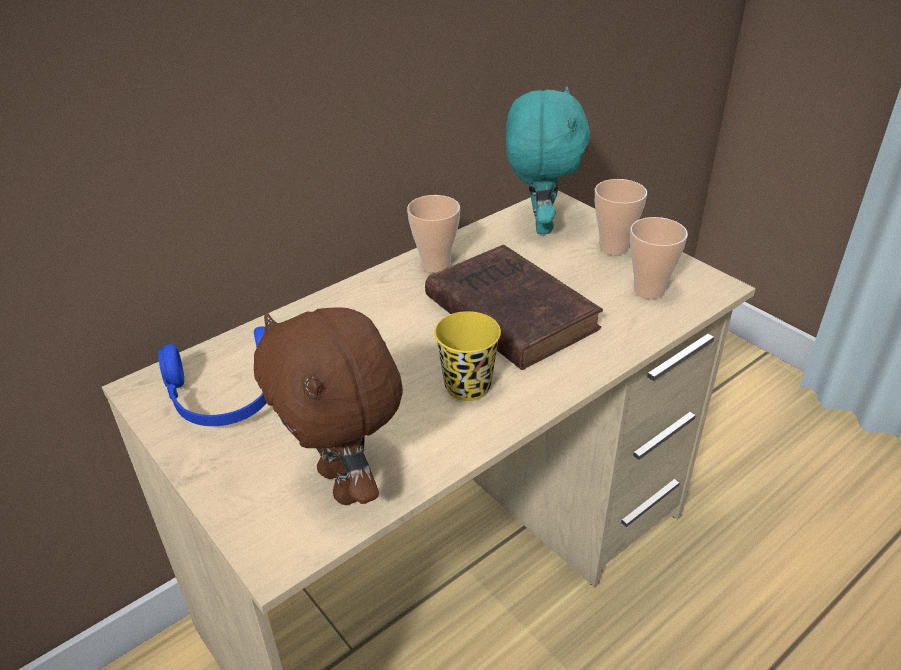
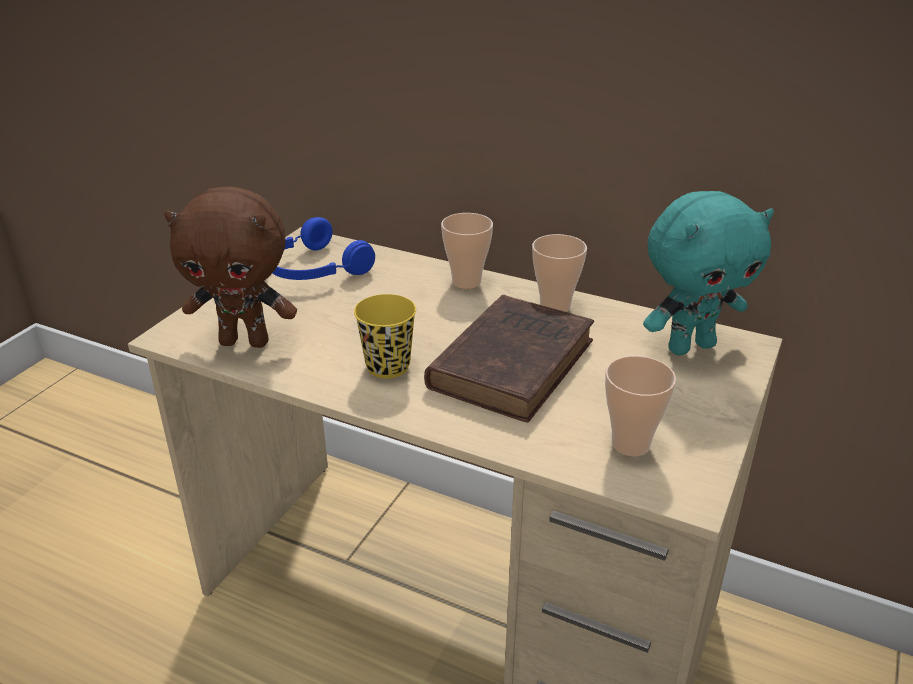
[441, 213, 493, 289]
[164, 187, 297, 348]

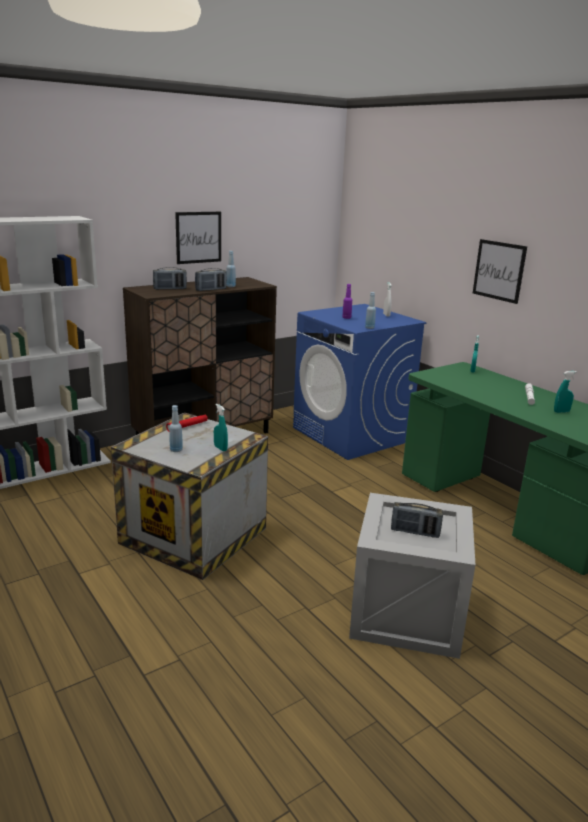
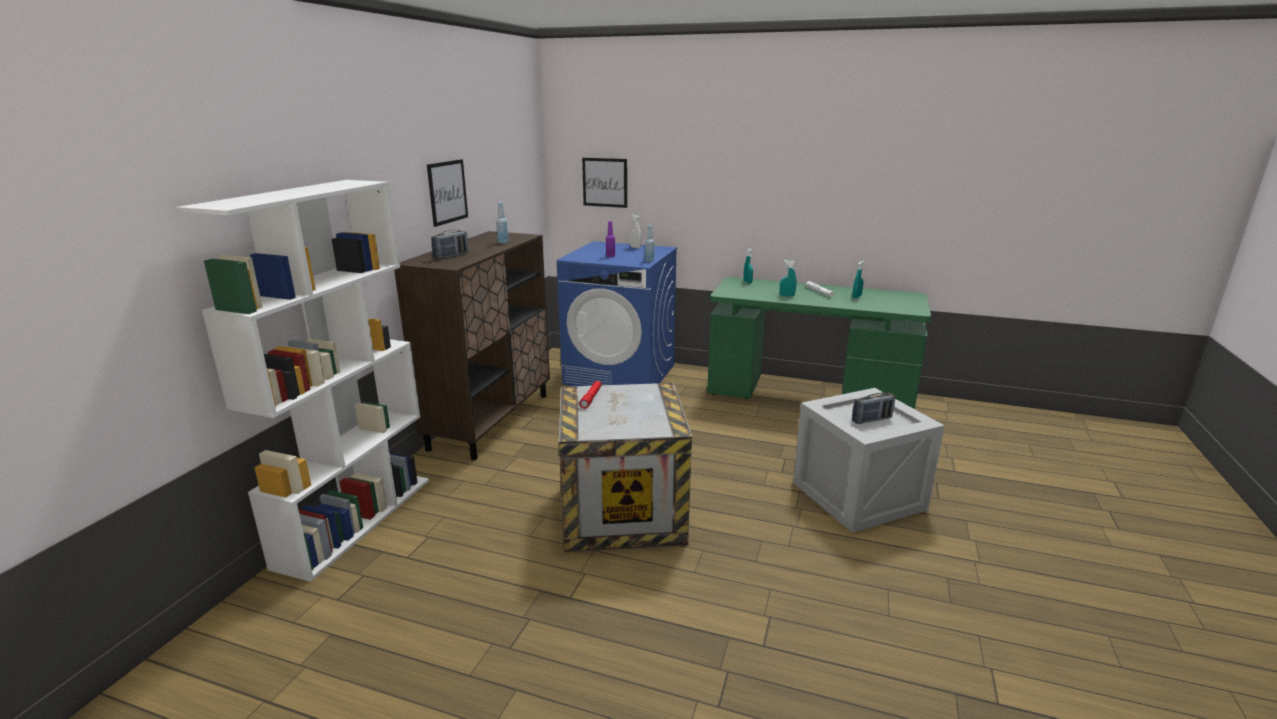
[582, 158, 627, 208]
[195, 268, 227, 291] (first image)
[780, 260, 797, 297]
[169, 405, 183, 452] (first image)

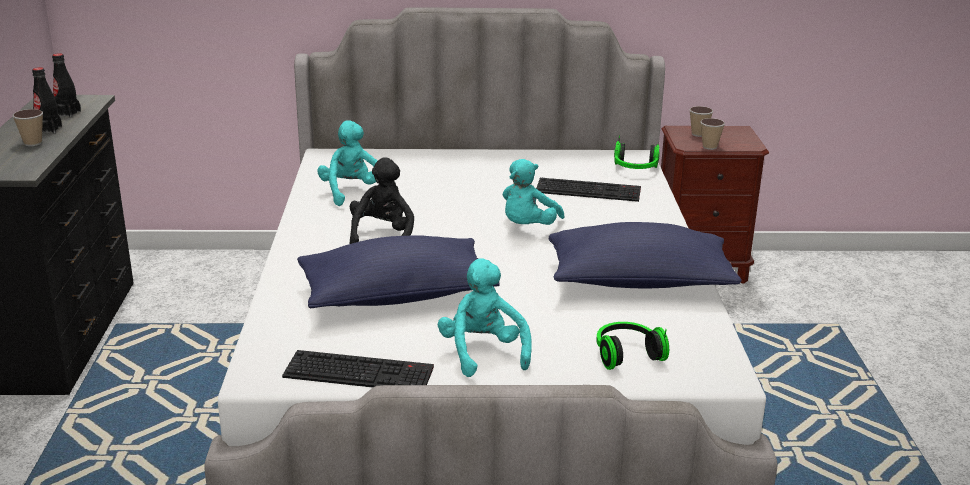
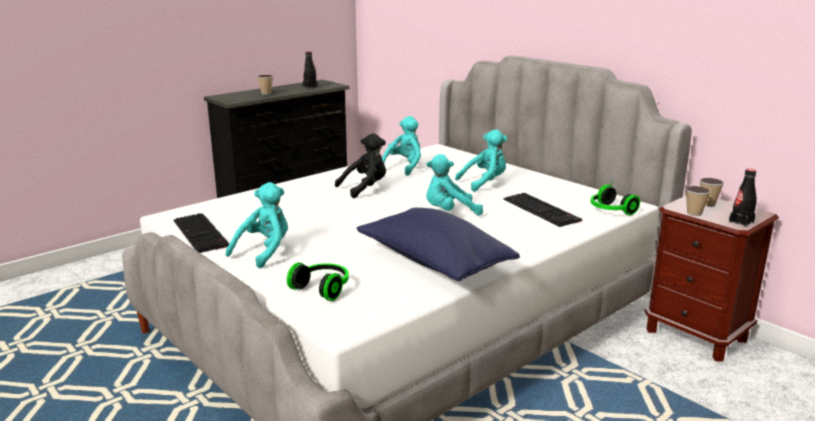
[729, 169, 757, 227]
[297, 235, 500, 308] (first image)
[455, 130, 507, 192]

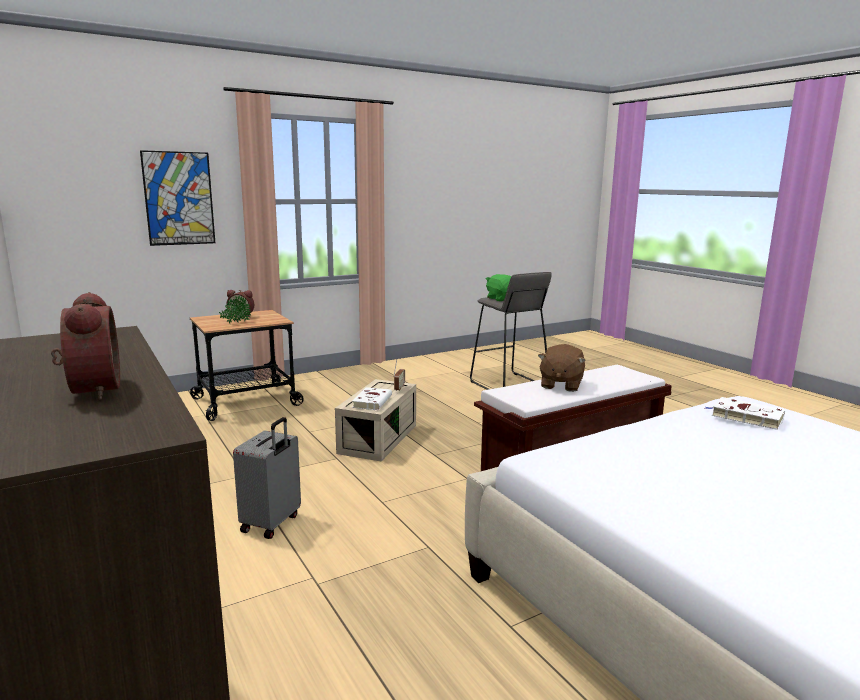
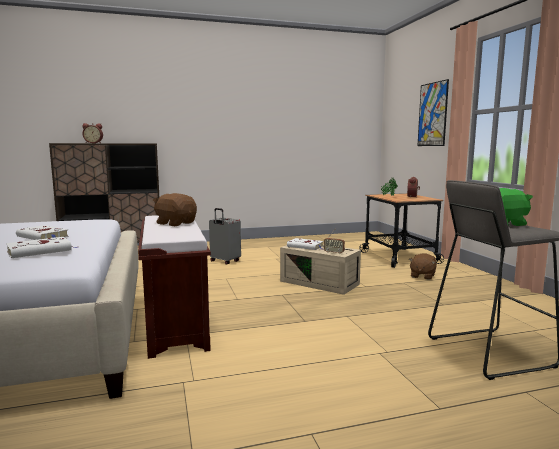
[16, 225, 69, 240]
[409, 253, 437, 280]

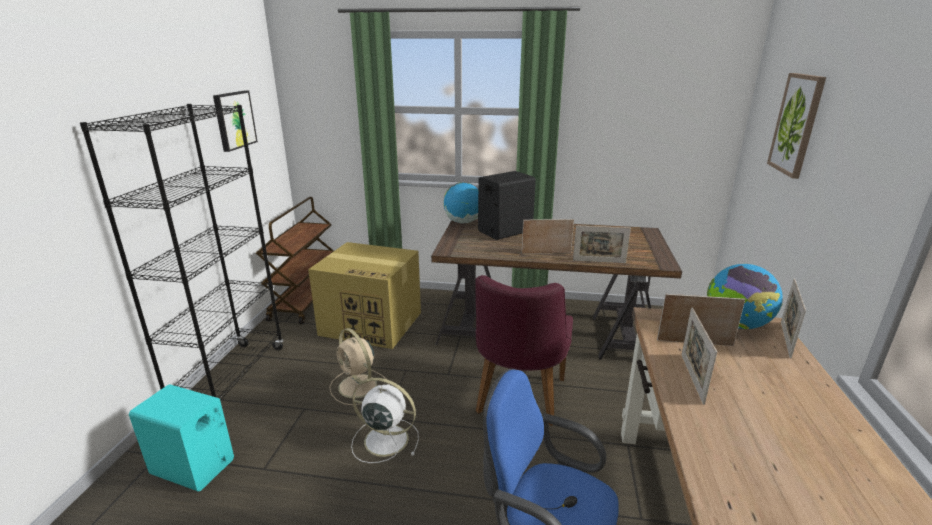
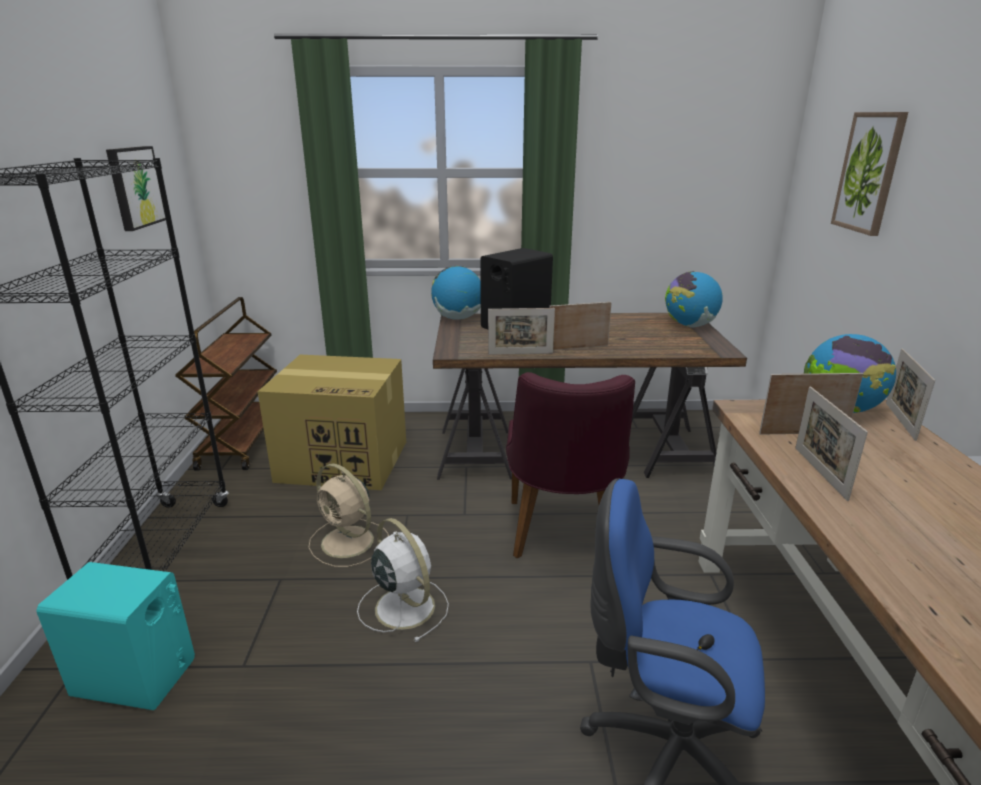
[488, 308, 555, 355]
[357, 518, 449, 642]
[665, 271, 723, 327]

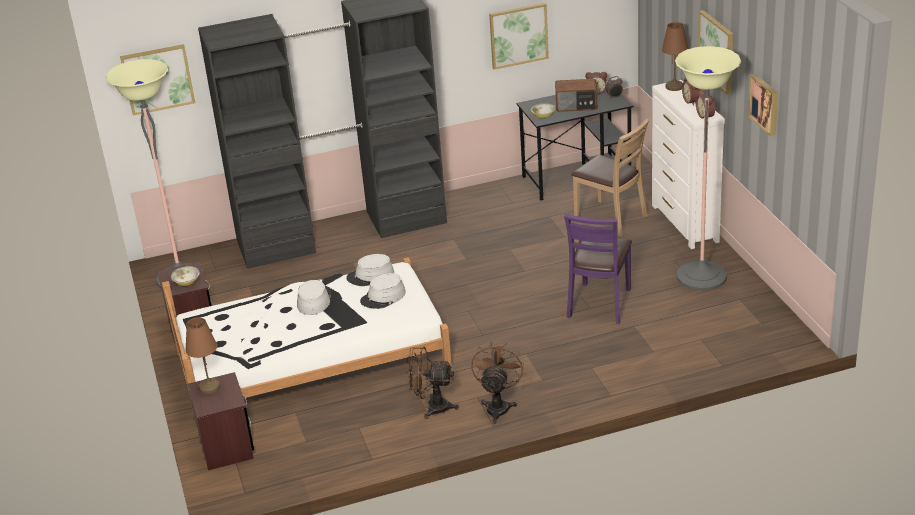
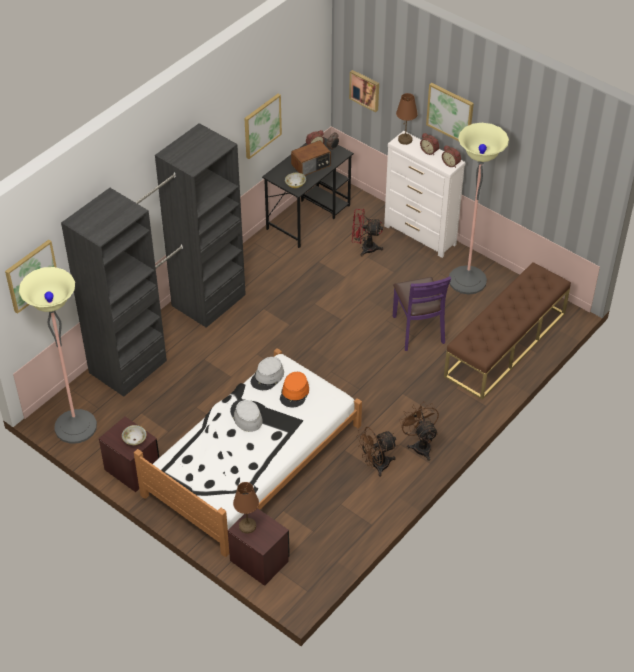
[349, 70, 379, 112]
[352, 209, 383, 256]
[280, 372, 309, 407]
[444, 262, 571, 400]

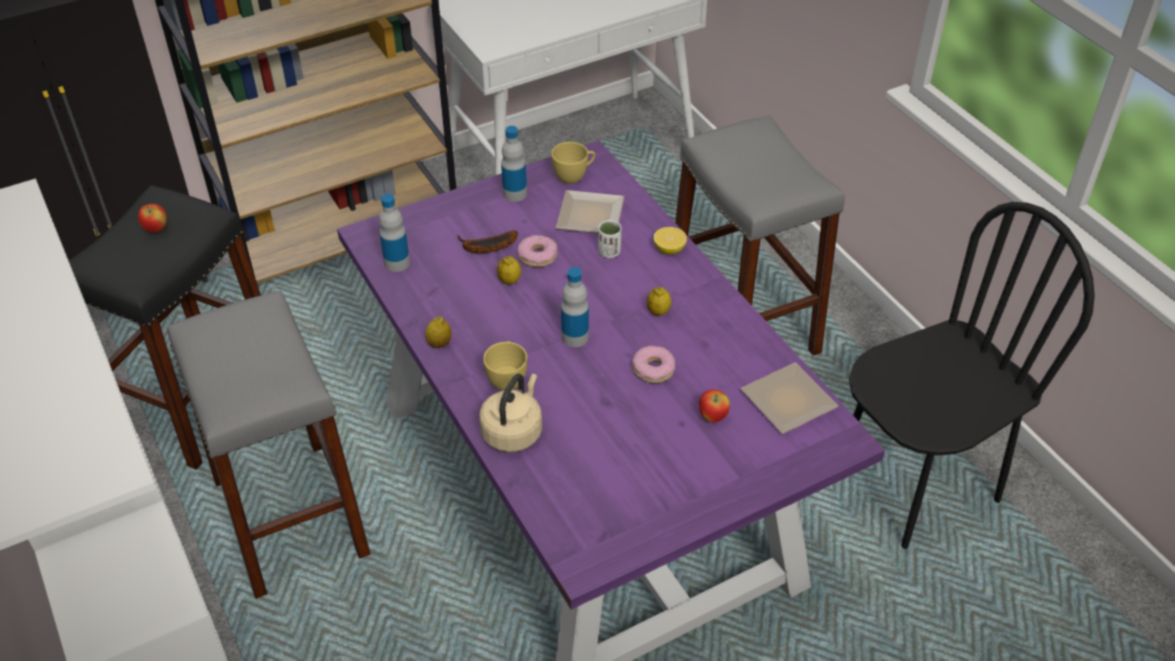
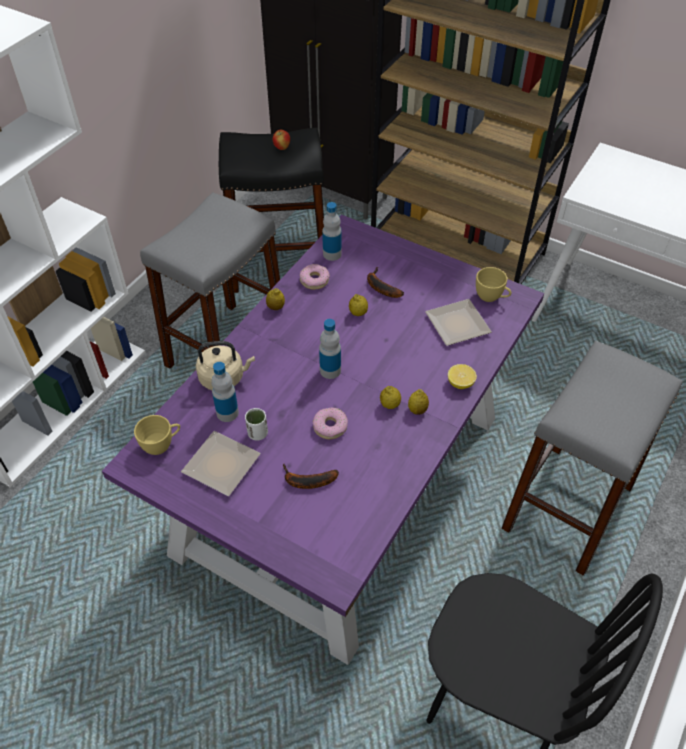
[211, 362, 239, 422]
[245, 408, 268, 441]
[300, 264, 330, 290]
[134, 415, 180, 455]
[181, 431, 261, 496]
[283, 463, 339, 489]
[408, 389, 429, 415]

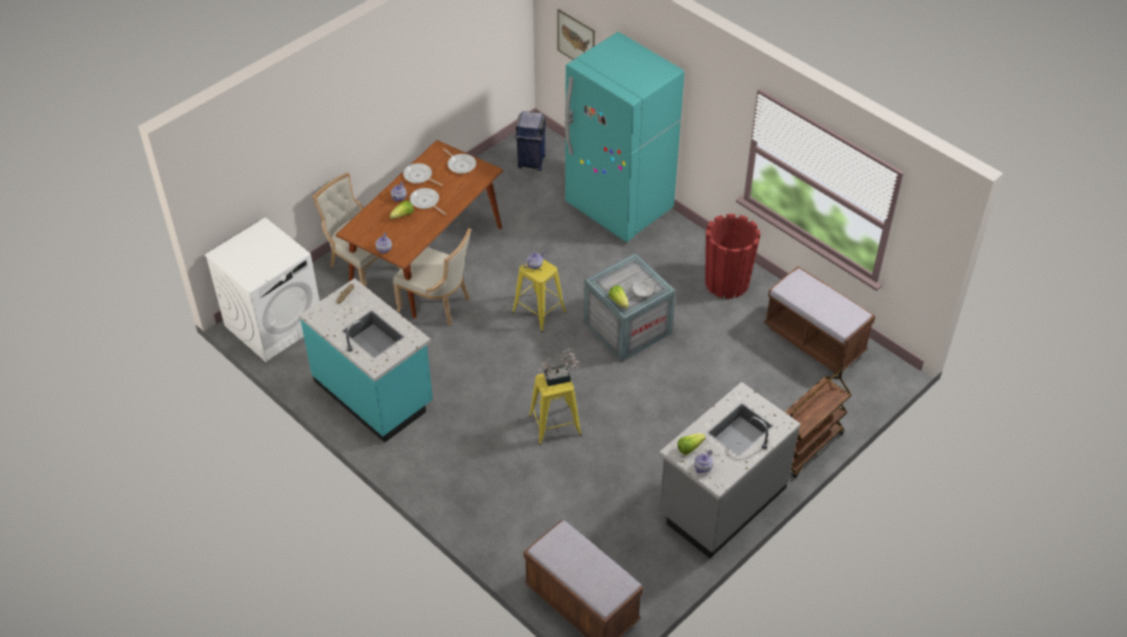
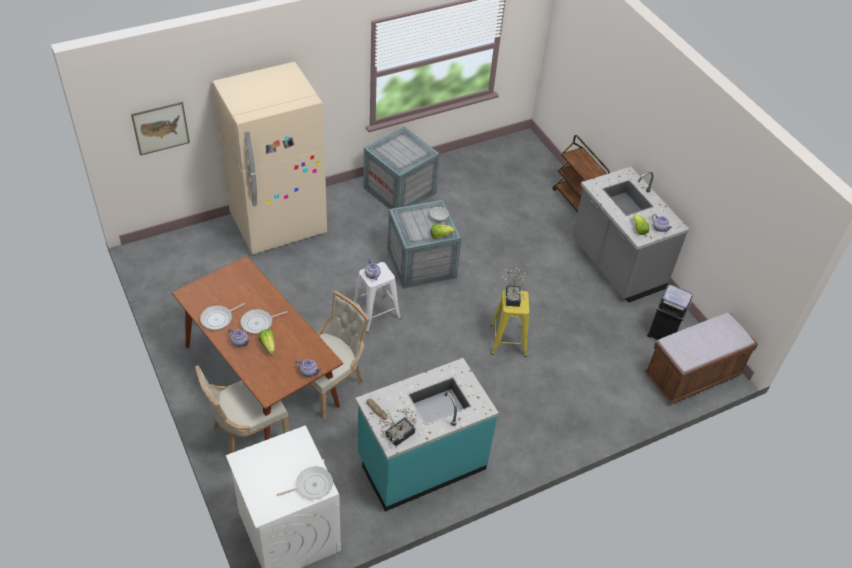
[212, 62, 327, 255]
[647, 285, 693, 340]
[276, 466, 333, 499]
[364, 127, 440, 209]
[354, 262, 401, 332]
[764, 266, 875, 374] (first image)
[379, 408, 417, 446]

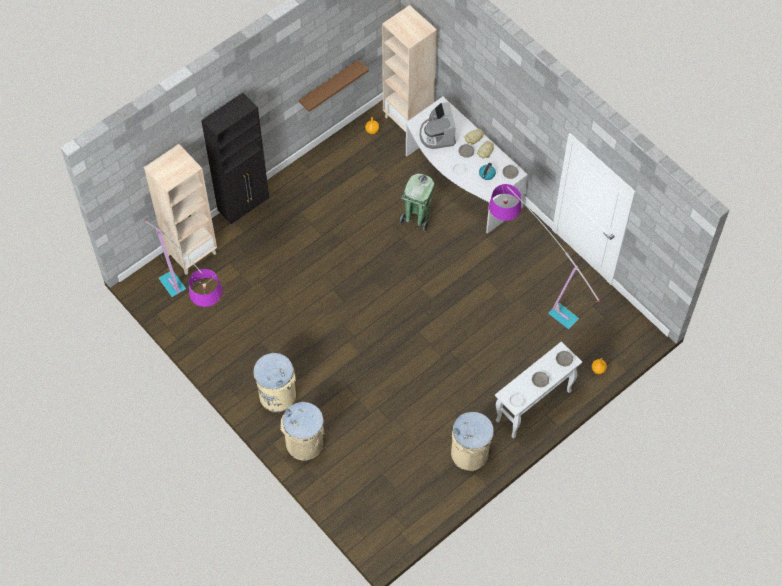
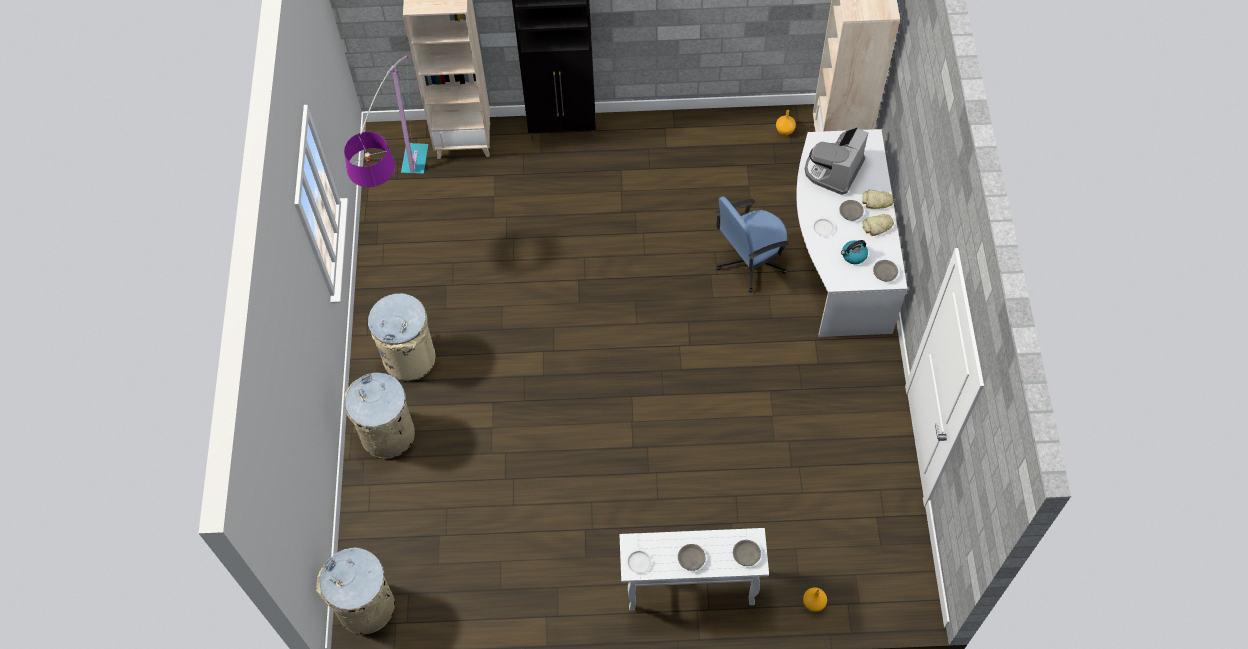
[299, 59, 369, 112] (first image)
[715, 196, 789, 293]
[489, 184, 600, 329] (first image)
[316, 548, 395, 635]

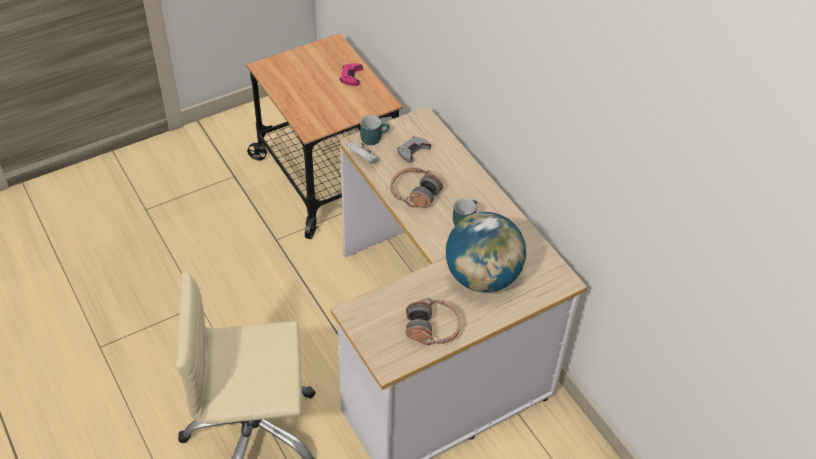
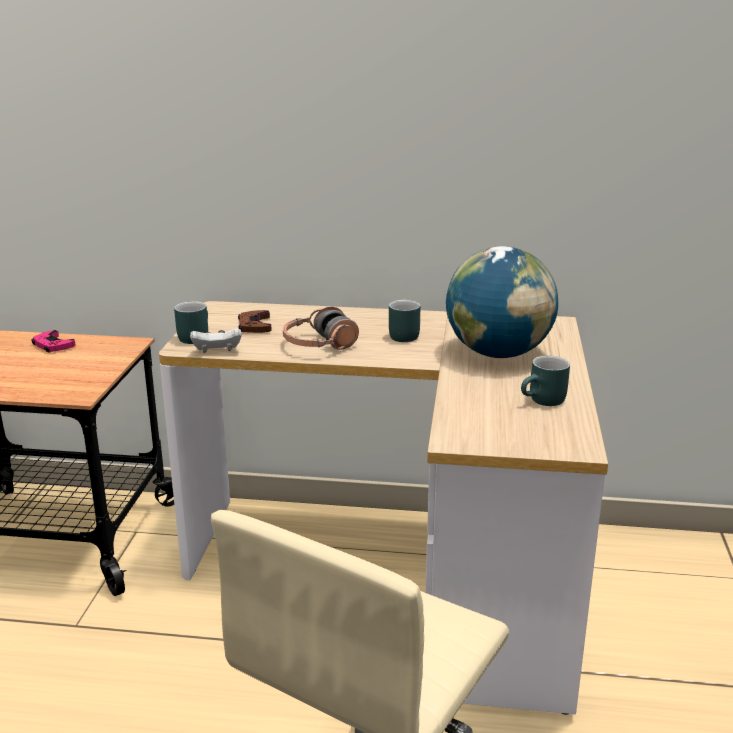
[238, 310, 272, 333]
[521, 355, 570, 406]

